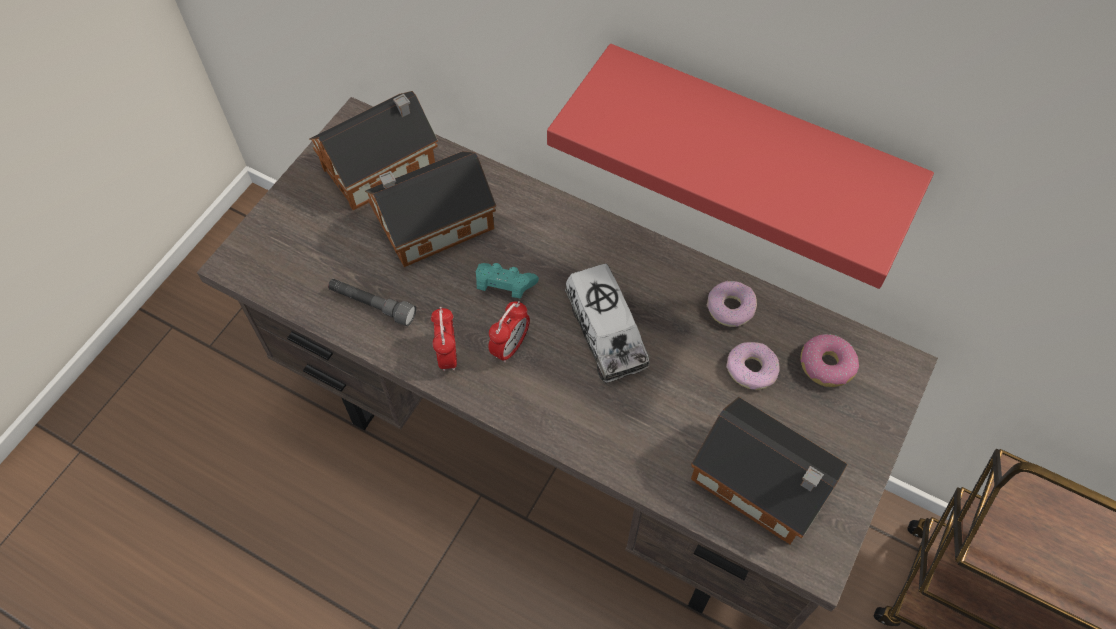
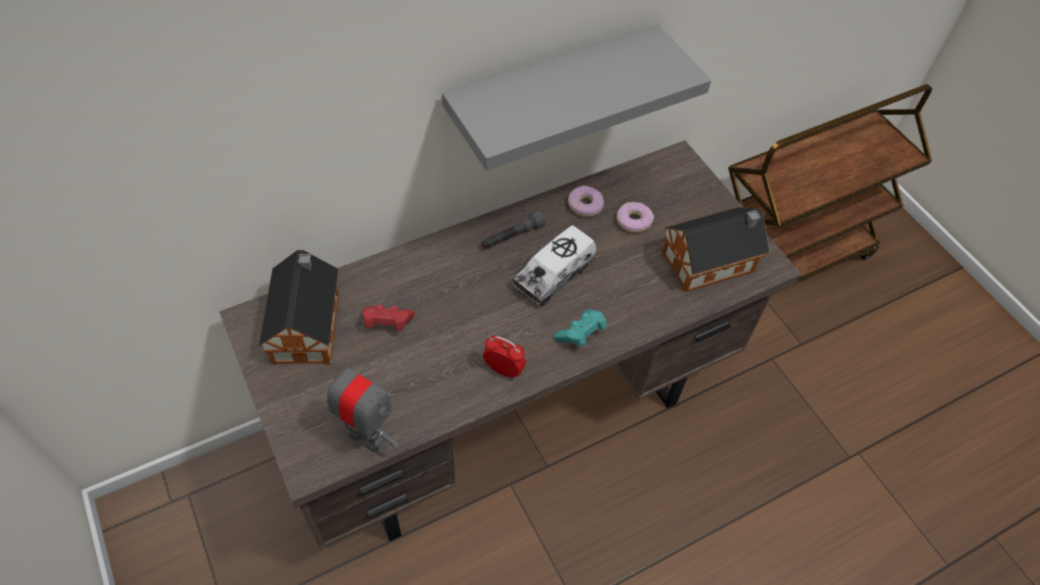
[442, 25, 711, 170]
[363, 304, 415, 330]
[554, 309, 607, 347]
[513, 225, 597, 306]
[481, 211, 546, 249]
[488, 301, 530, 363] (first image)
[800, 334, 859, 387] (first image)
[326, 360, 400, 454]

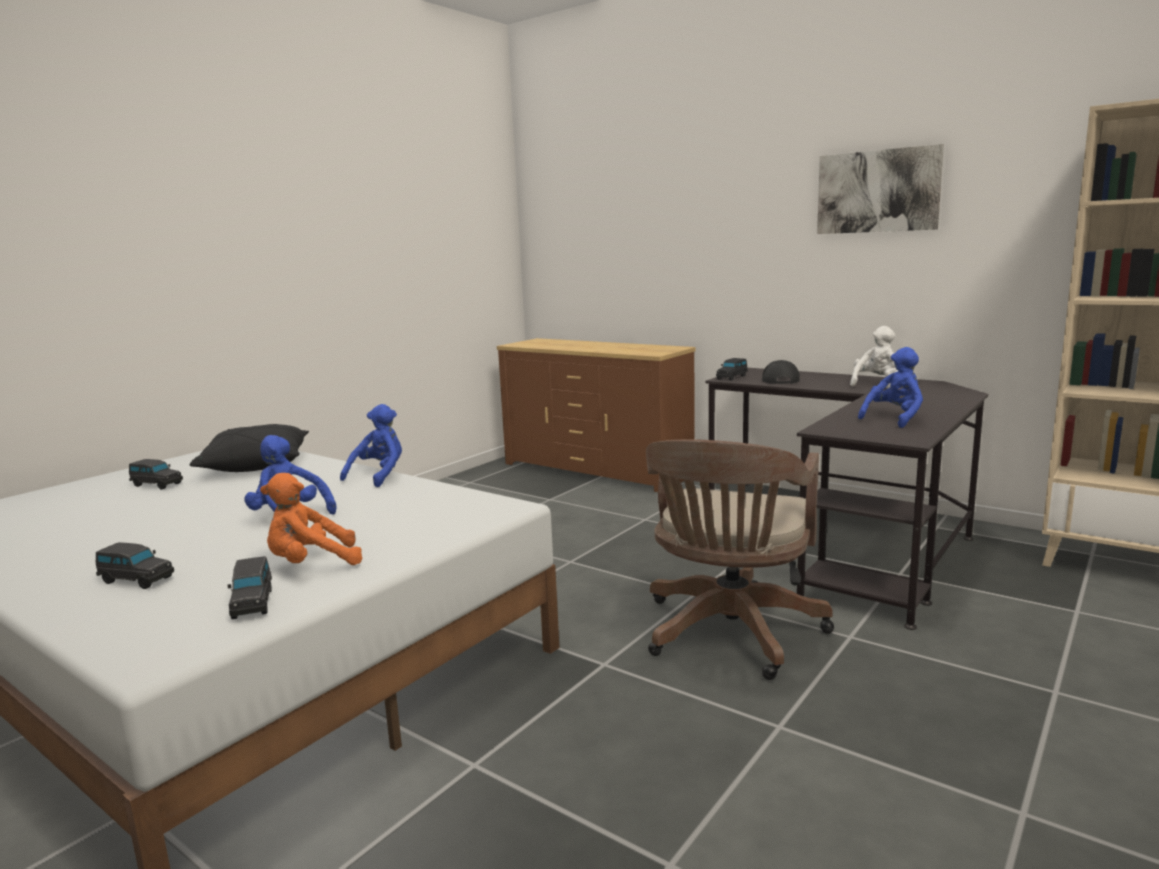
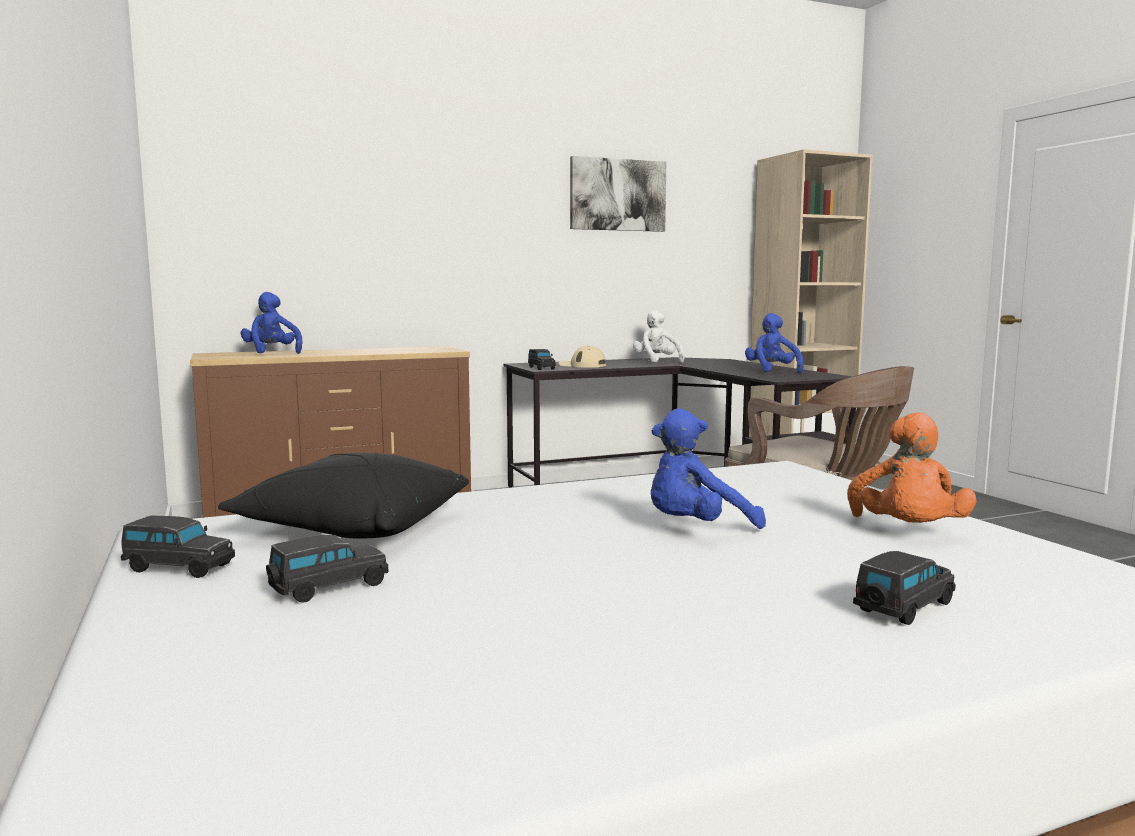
[559, 345, 606, 368]
[241, 292, 302, 354]
[121, 515, 235, 578]

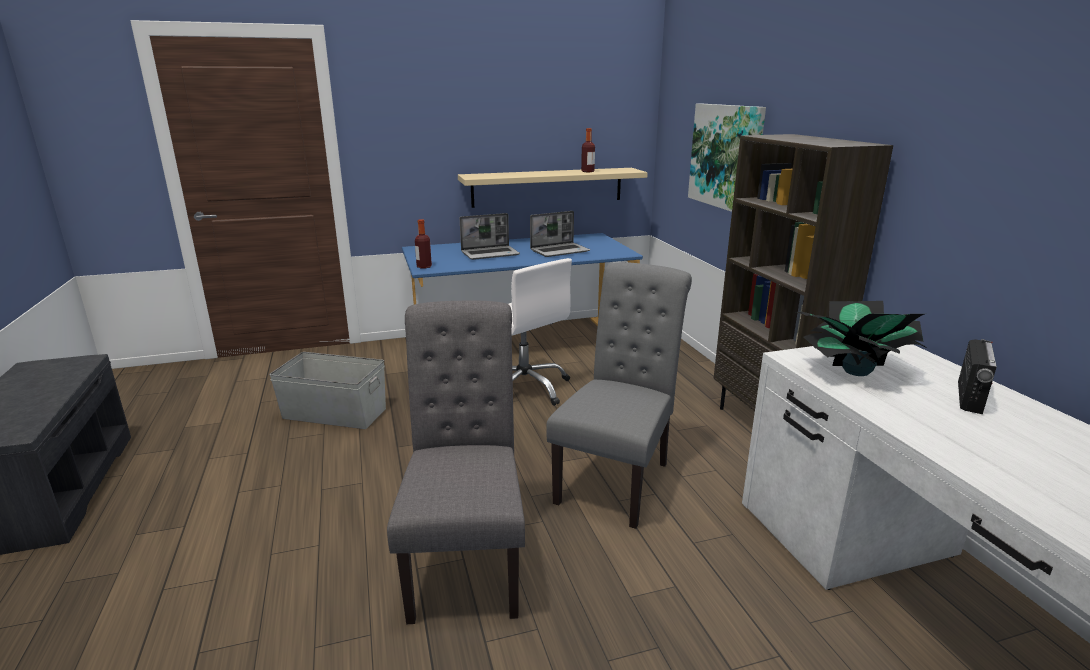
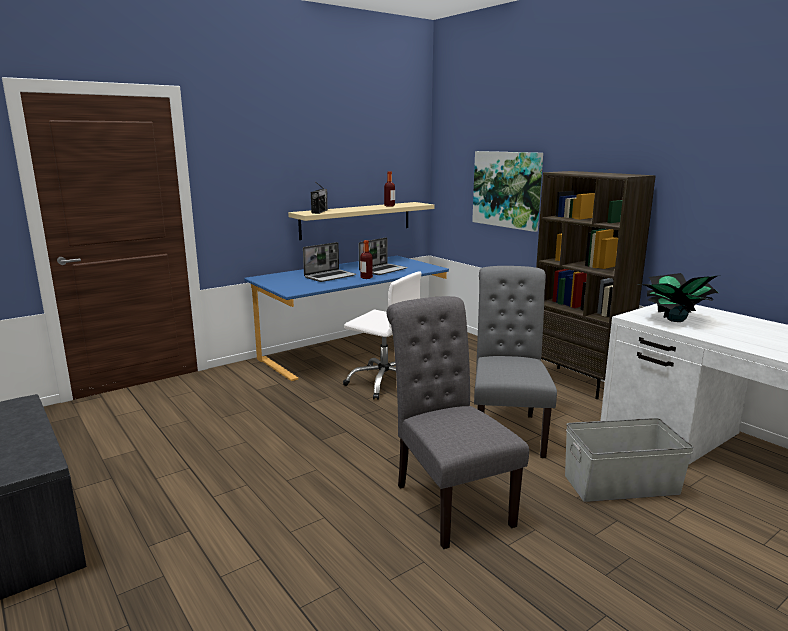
[360, 240, 373, 279]
[311, 182, 328, 214]
[565, 418, 694, 502]

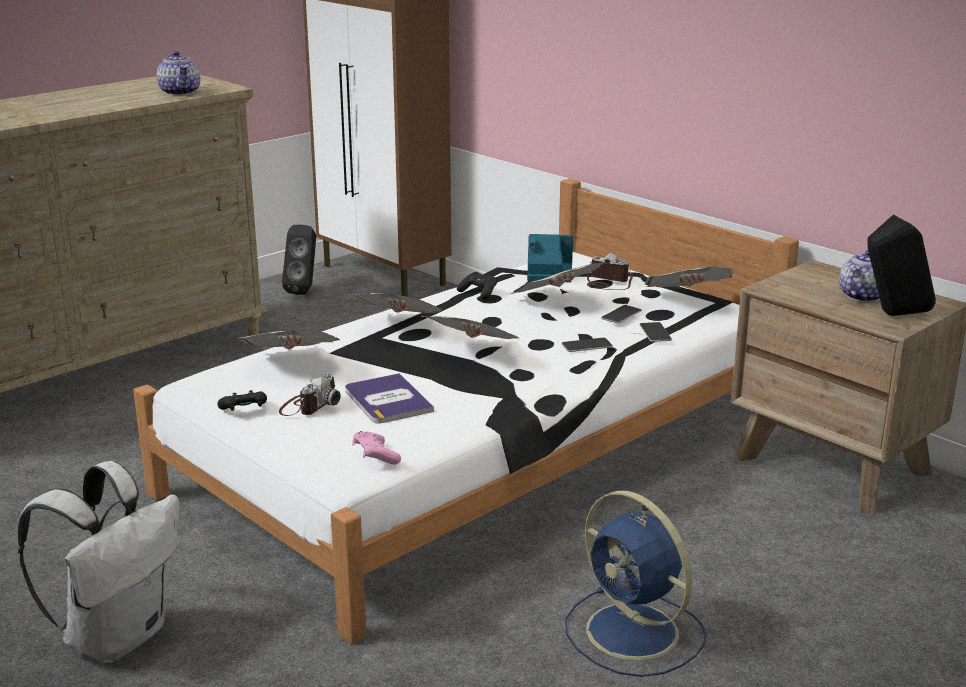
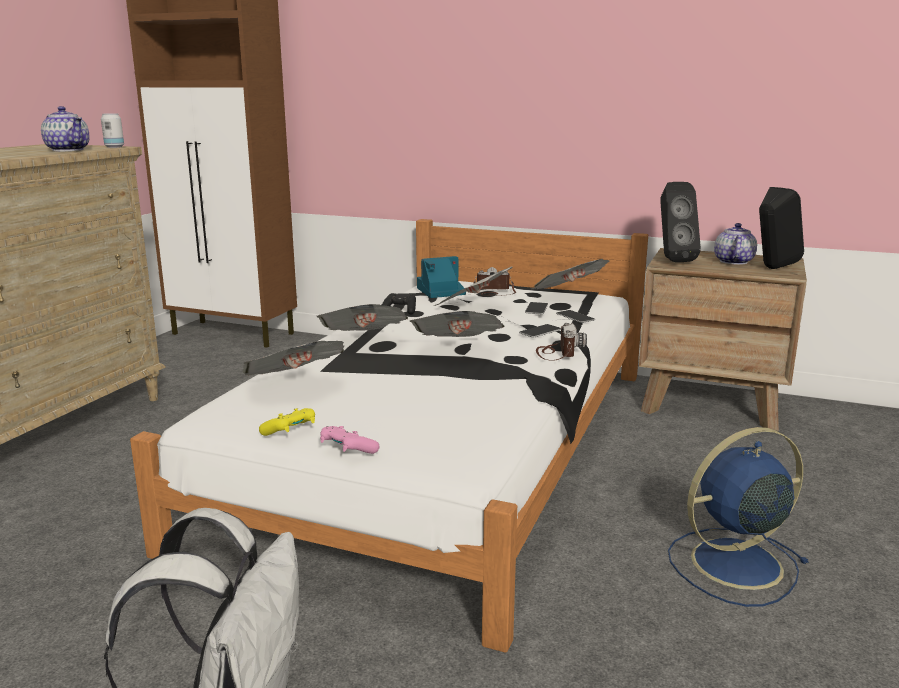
[660, 182, 701, 262]
[536, 323, 587, 361]
[345, 373, 434, 424] (first image)
[259, 408, 315, 436]
[320, 426, 379, 454]
[668, 427, 810, 607]
[101, 113, 124, 148]

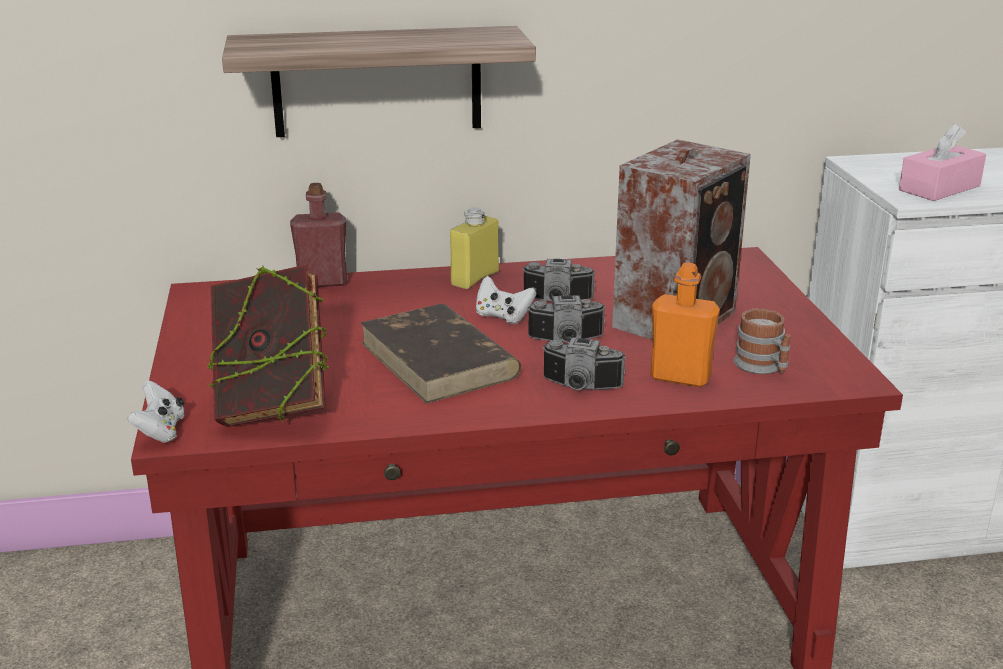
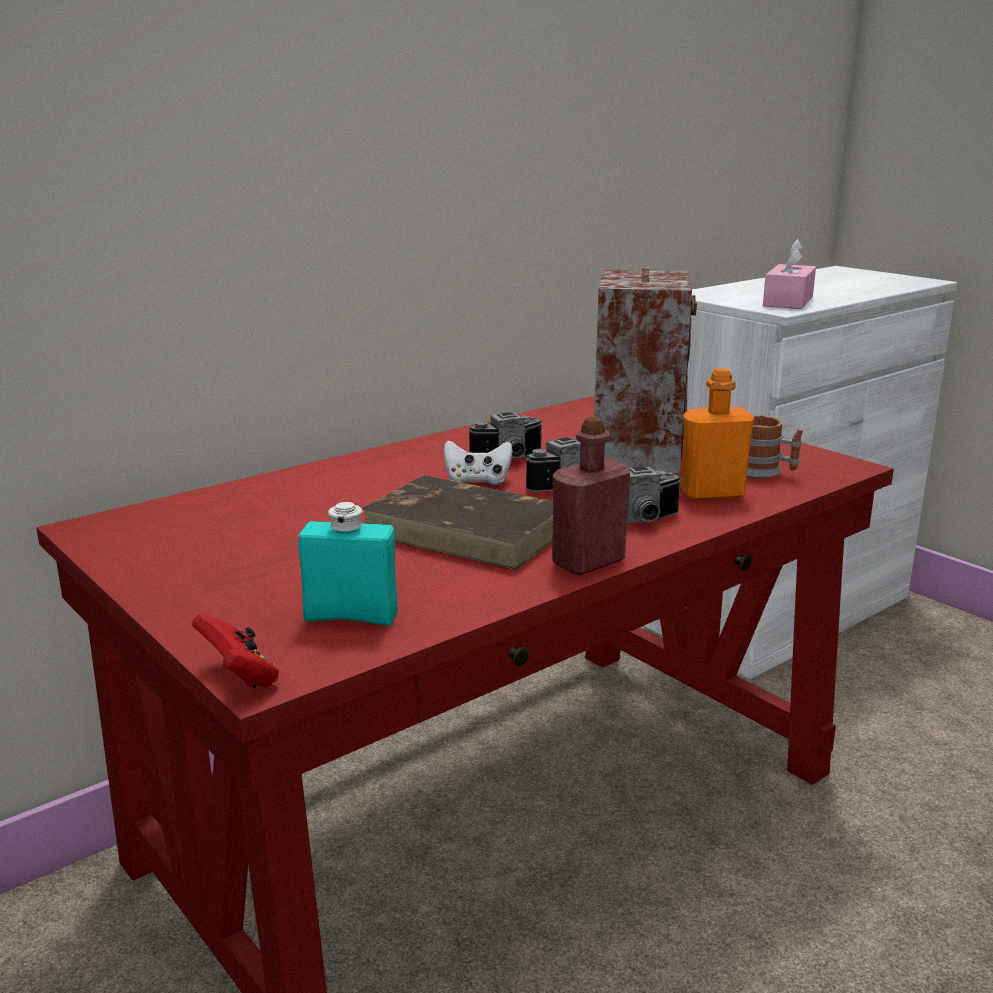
[222, 26, 536, 137] (first image)
[552, 417, 630, 575]
[450, 207, 499, 289] (first image)
[298, 502, 398, 626]
[192, 614, 279, 688]

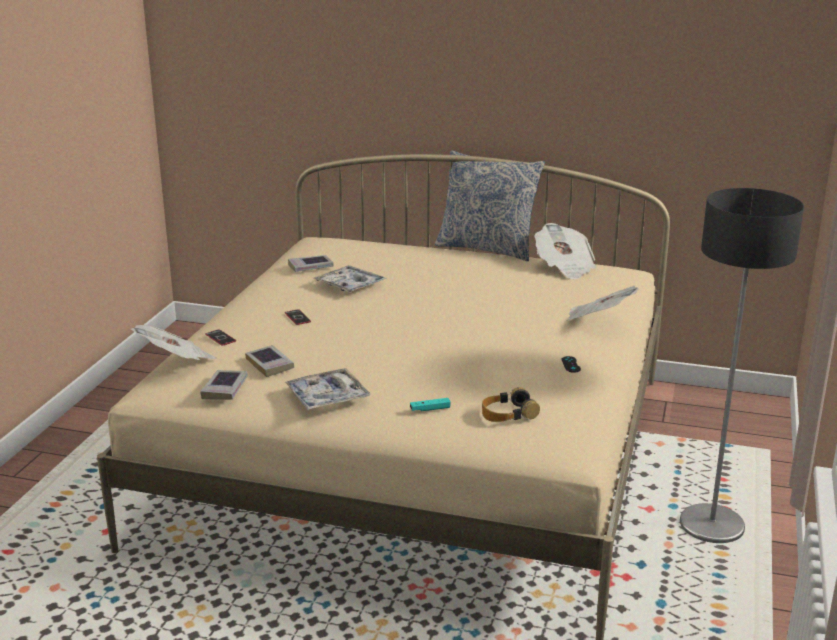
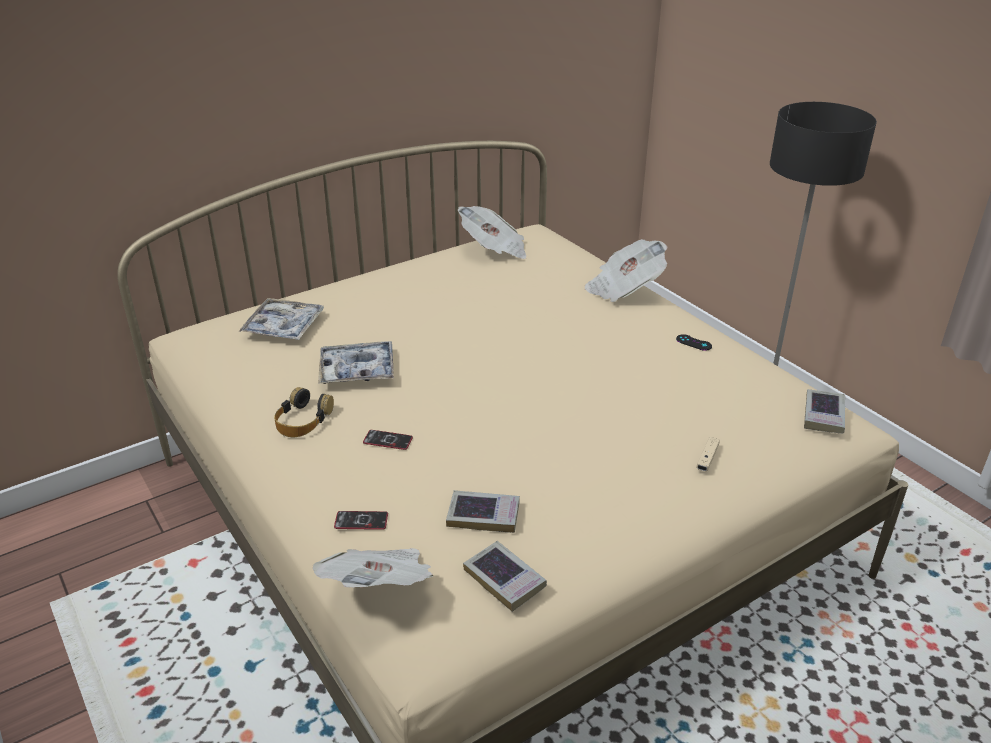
[435, 150, 545, 261] (first image)
[804, 389, 845, 433]
[238, 298, 324, 340]
[274, 387, 334, 437]
[696, 437, 720, 471]

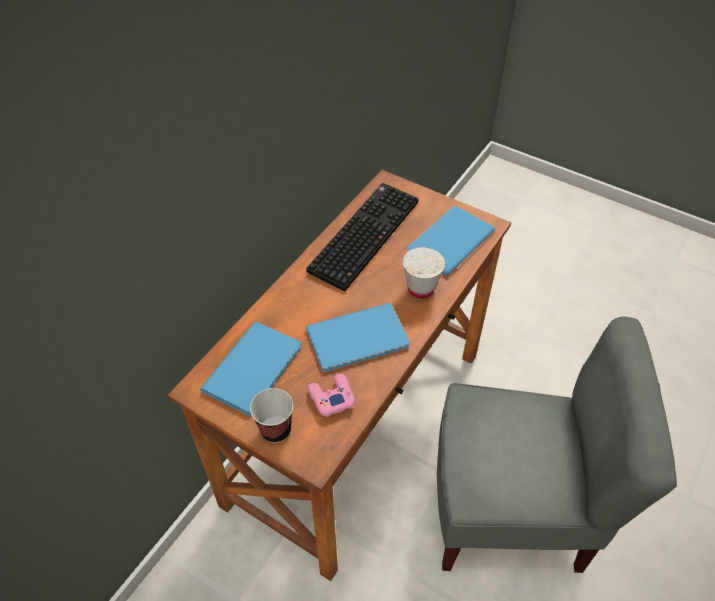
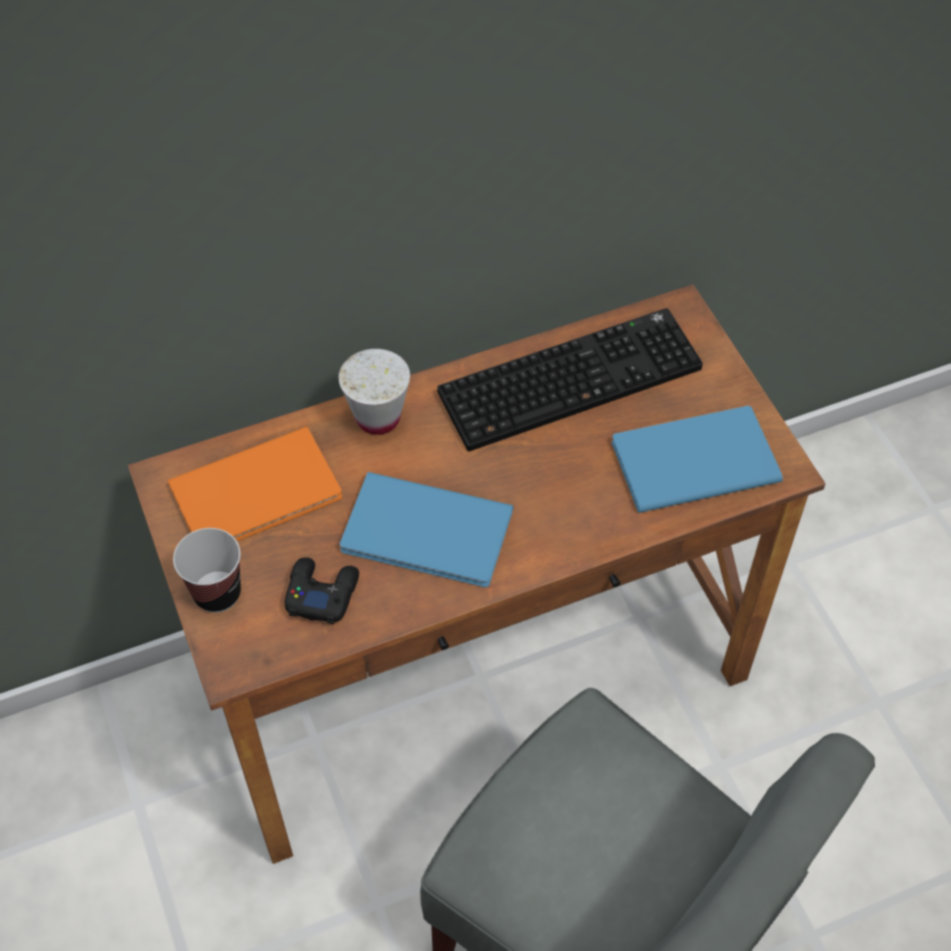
[339, 349, 410, 435]
[168, 426, 342, 541]
[285, 557, 359, 624]

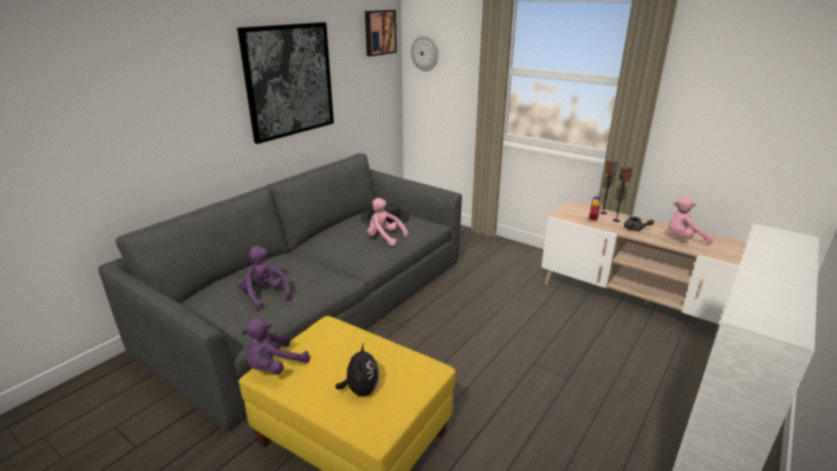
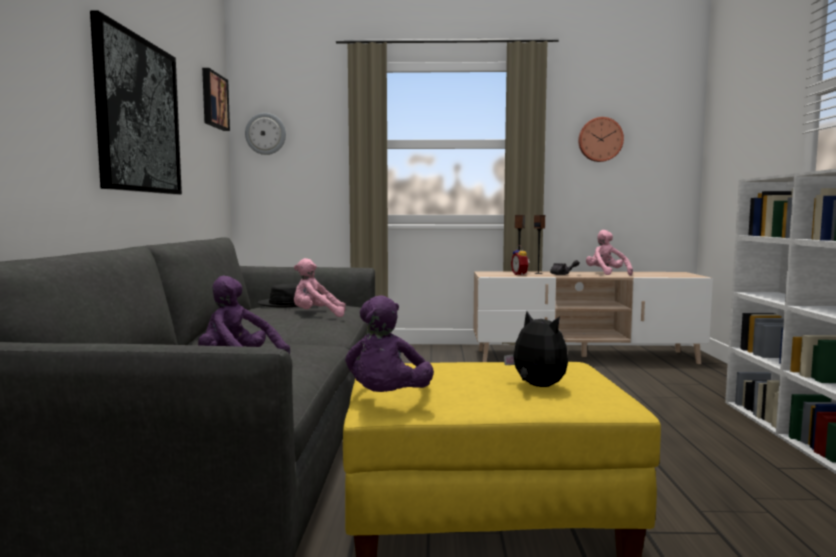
[586, 230, 633, 276]
[578, 117, 624, 162]

